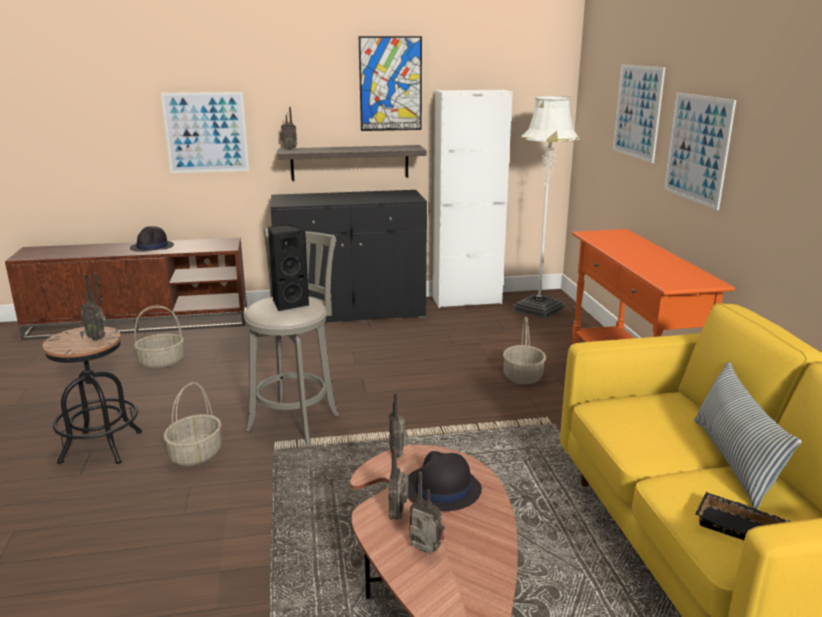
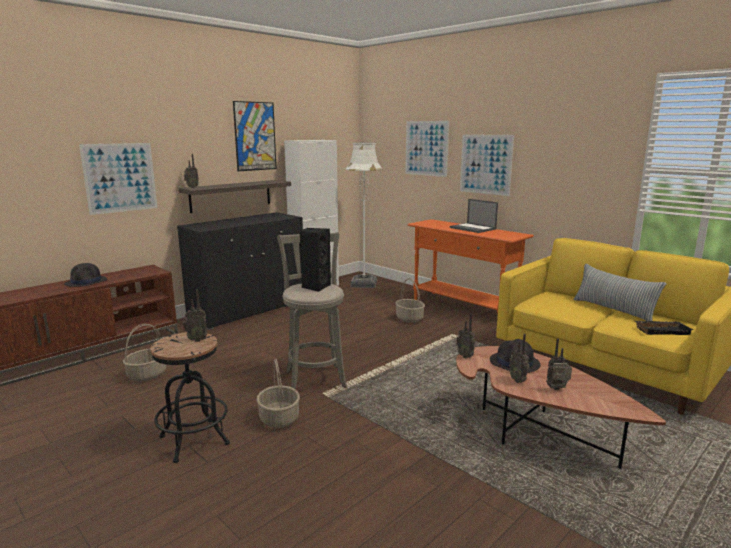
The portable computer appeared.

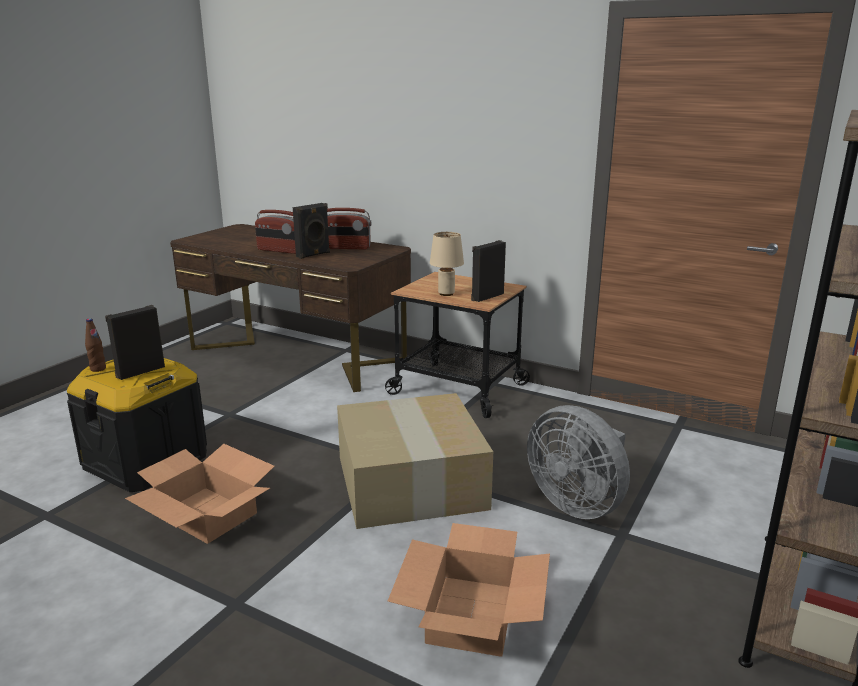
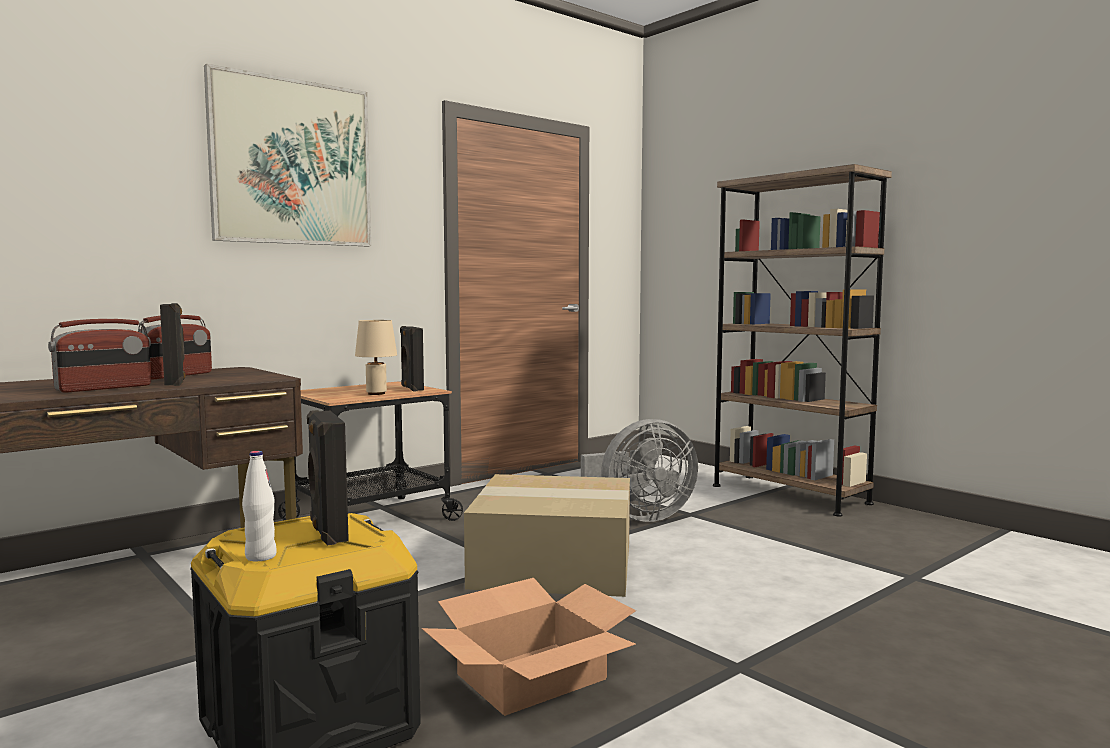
The wall picture appeared. The drink bottle (brownish) became the drink bottle (white-coloured). The packing box (3rd from left) disappeared.

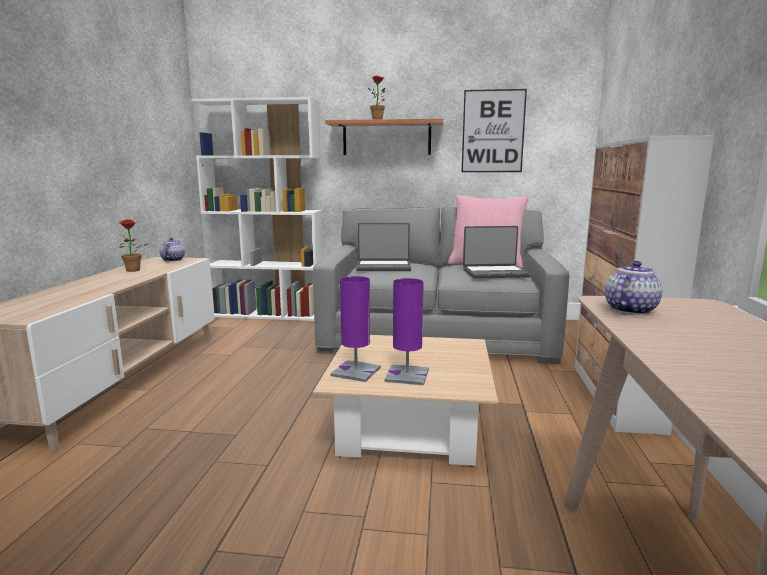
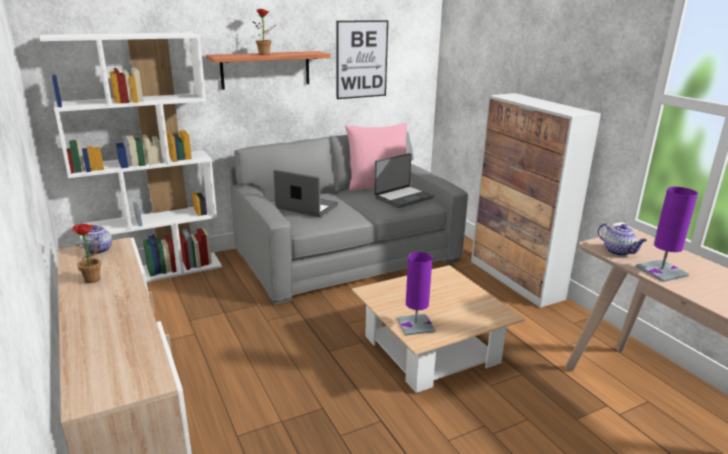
The portable computer (1st from left) turned 120 degrees counterclockwise. The tea pot (2nd from left) turned 135 degrees clockwise. The tabletop lamp (purplish) (2nd from left) moved.

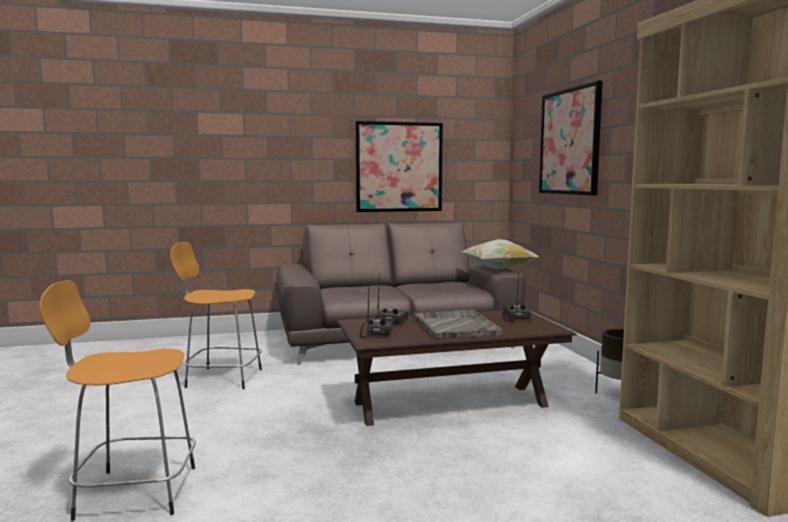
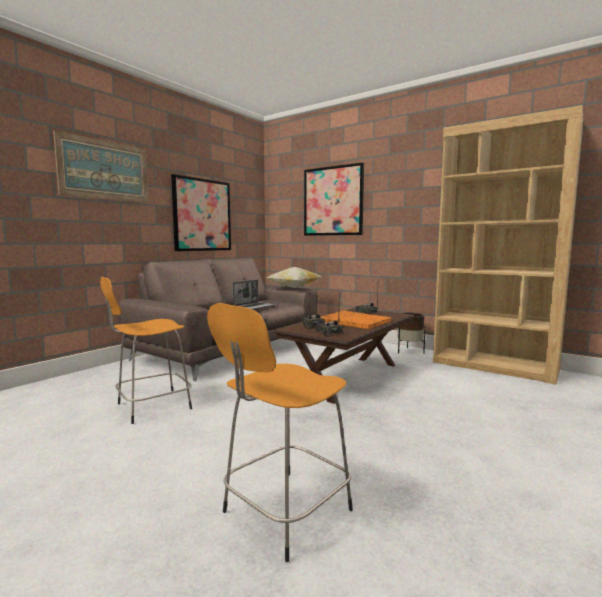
The wall picture (1st from left) appeared. The portable computer appeared. The serving tray (grey) became the serving tray (orangey).

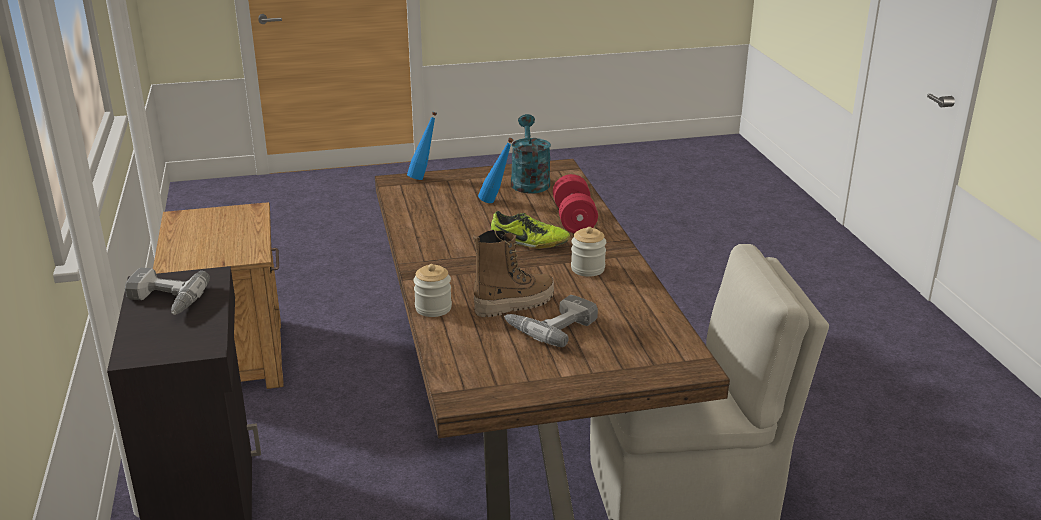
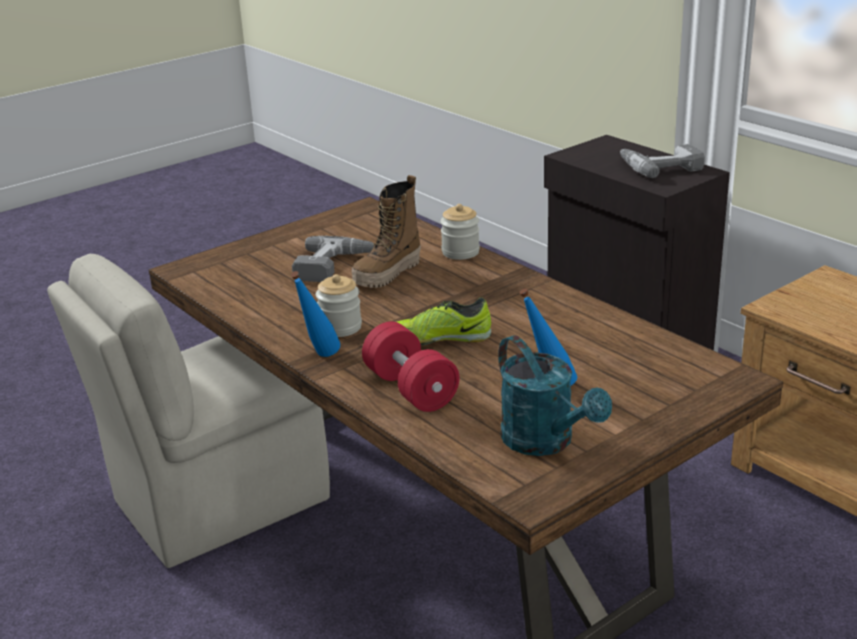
The drink bottle (blue) (1st from left) moved.

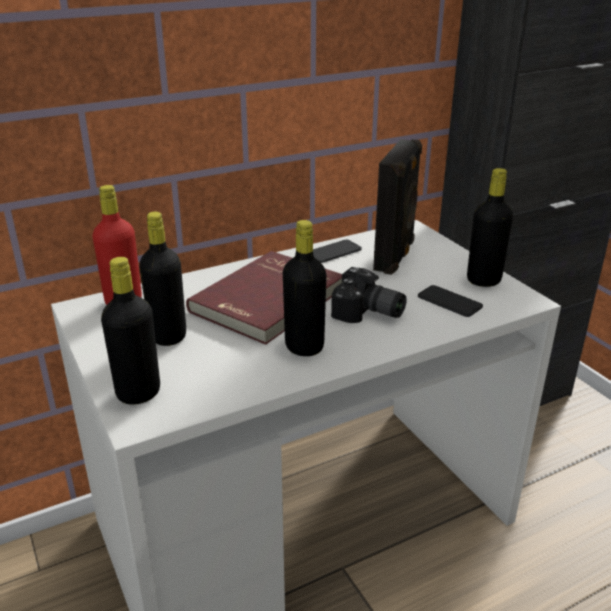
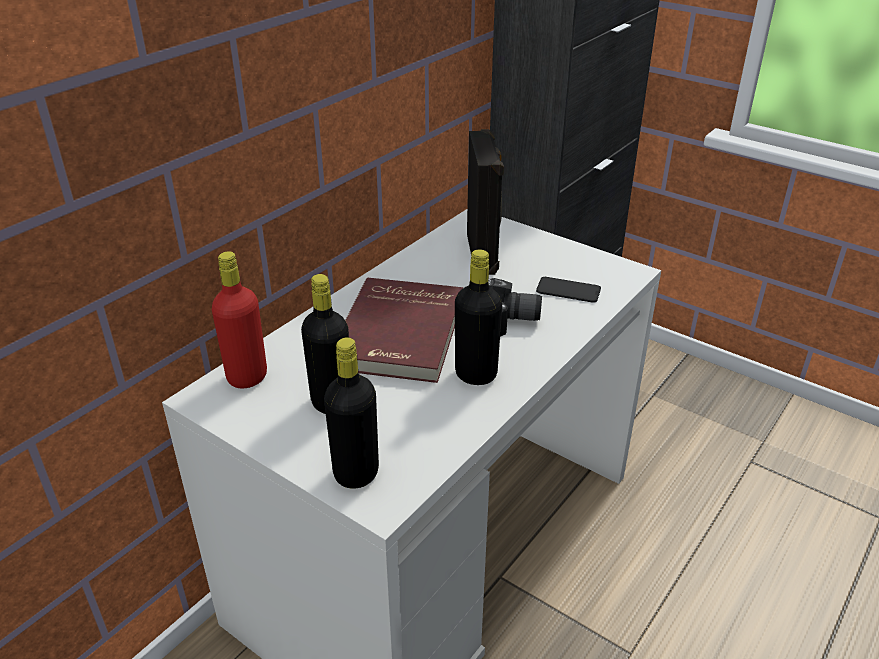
The telephone (1st from left) disappeared. The drink bottle (black-coloured) (4th from left) disappeared.

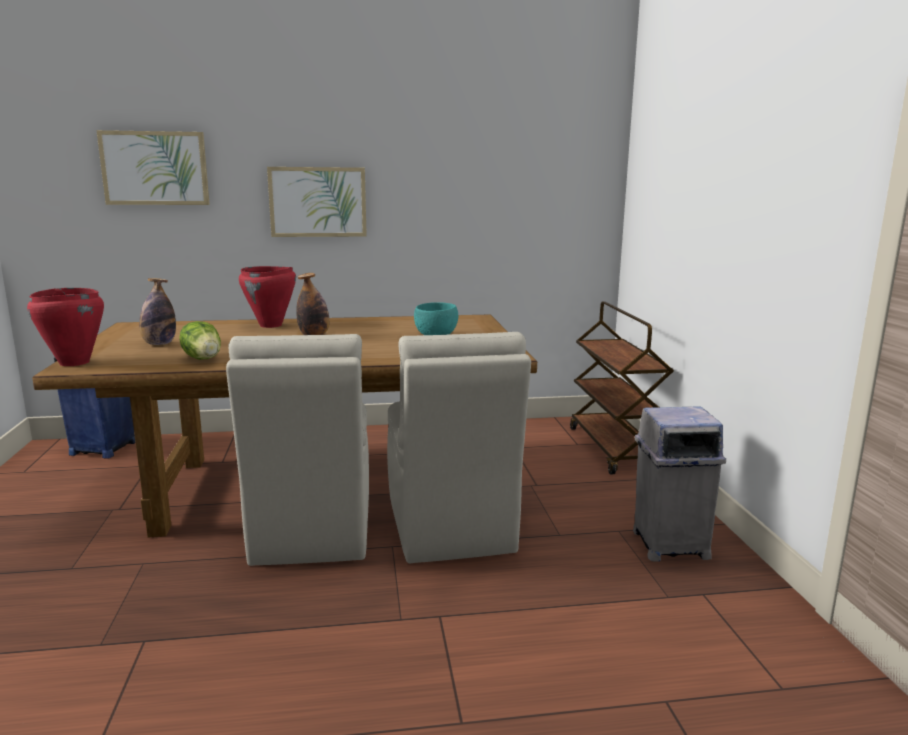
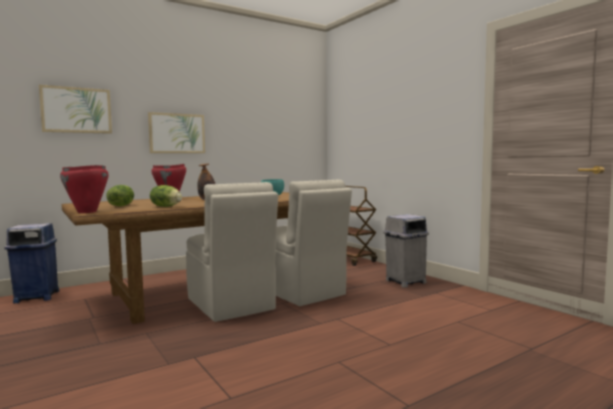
The drink bottle (1st from left) was replaced by the lettuce (1st from left).

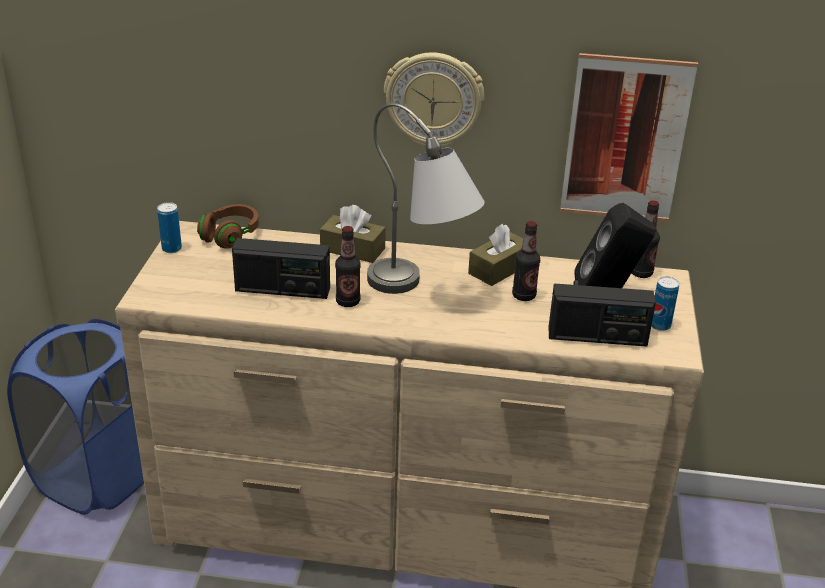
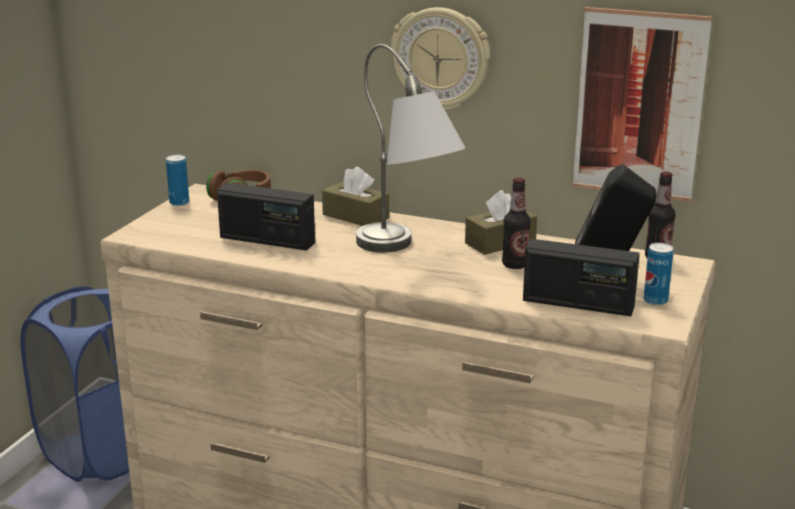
The drink bottle (1st from left) disappeared.

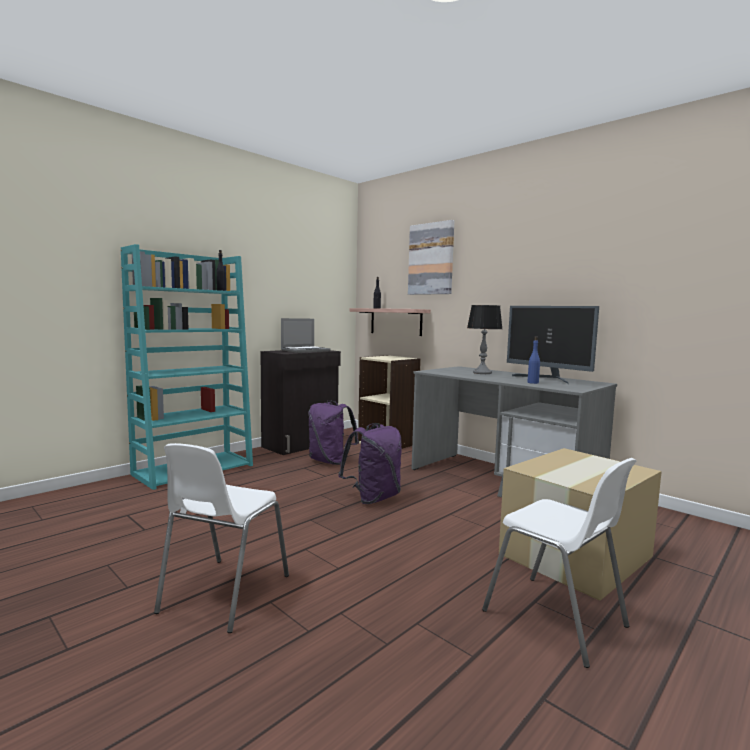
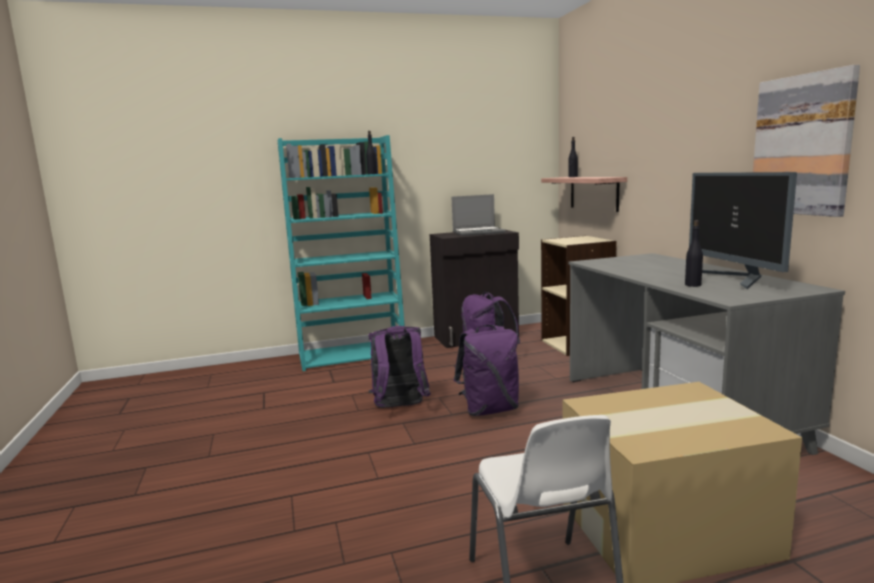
The knapsack (purplish) (1st from left) appeared. The drink bottle (blue) became the drink bottle (black-coloured) (3rd from left). The wall picture moved. The upright chair (white-coloured) (1st from left) disappeared. The tabletop lamp disappeared.

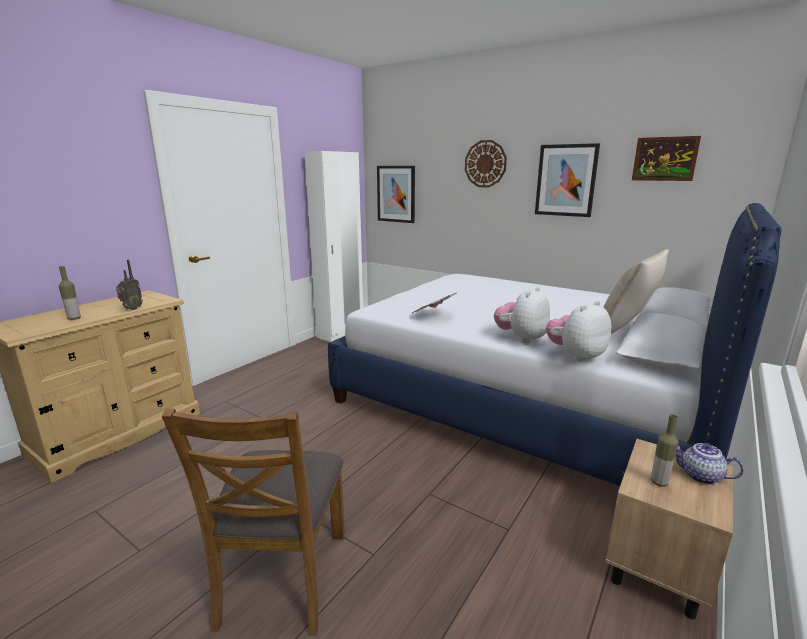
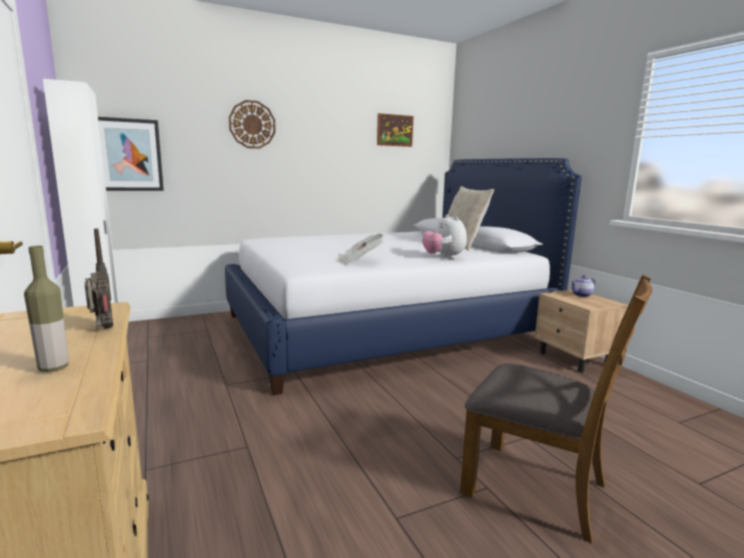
The wall picture (2nd from left) disappeared. The plush toy (2nd from left) disappeared. The drink bottle (2nd from left) disappeared.

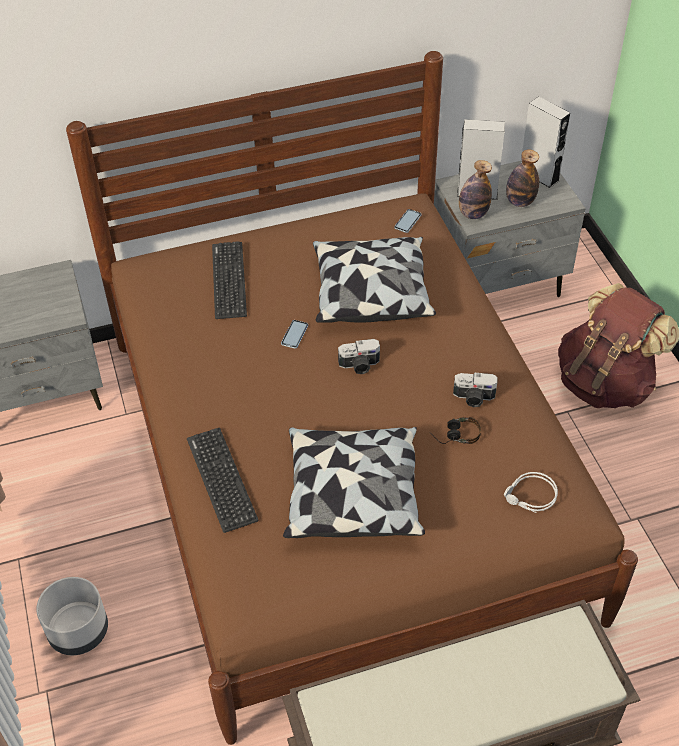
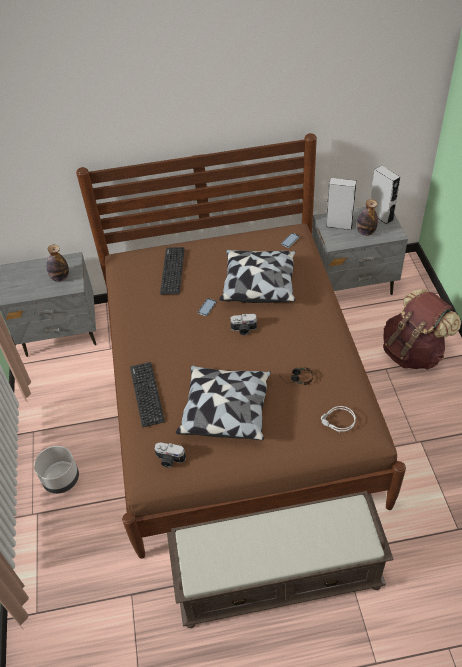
The drink bottle (1st from left) moved. The photo camera (2nd from left in the first image) moved.

